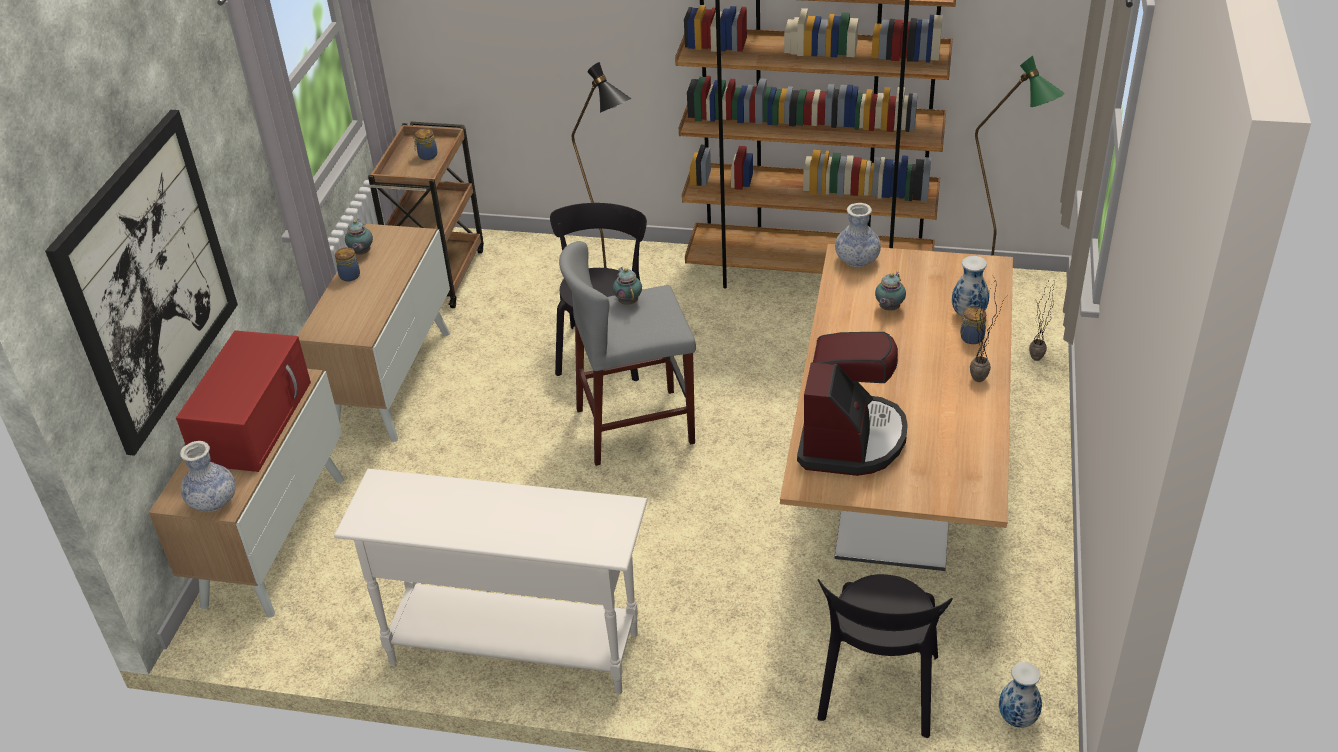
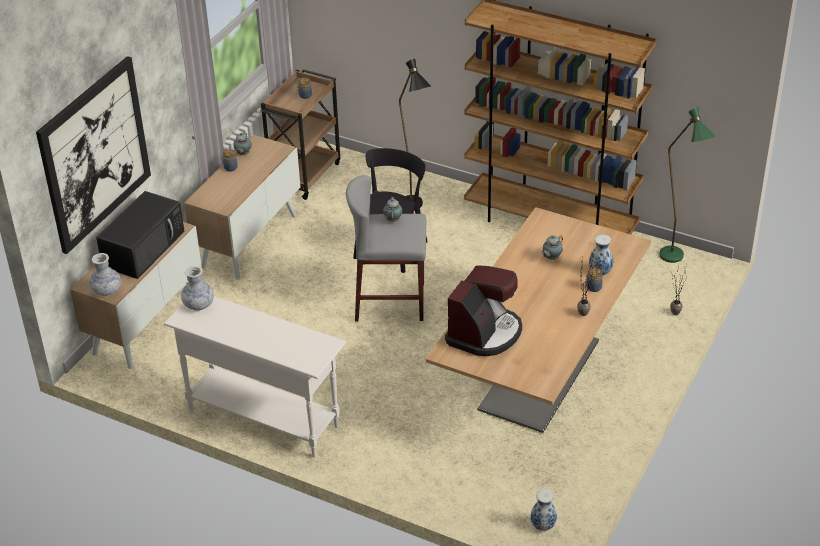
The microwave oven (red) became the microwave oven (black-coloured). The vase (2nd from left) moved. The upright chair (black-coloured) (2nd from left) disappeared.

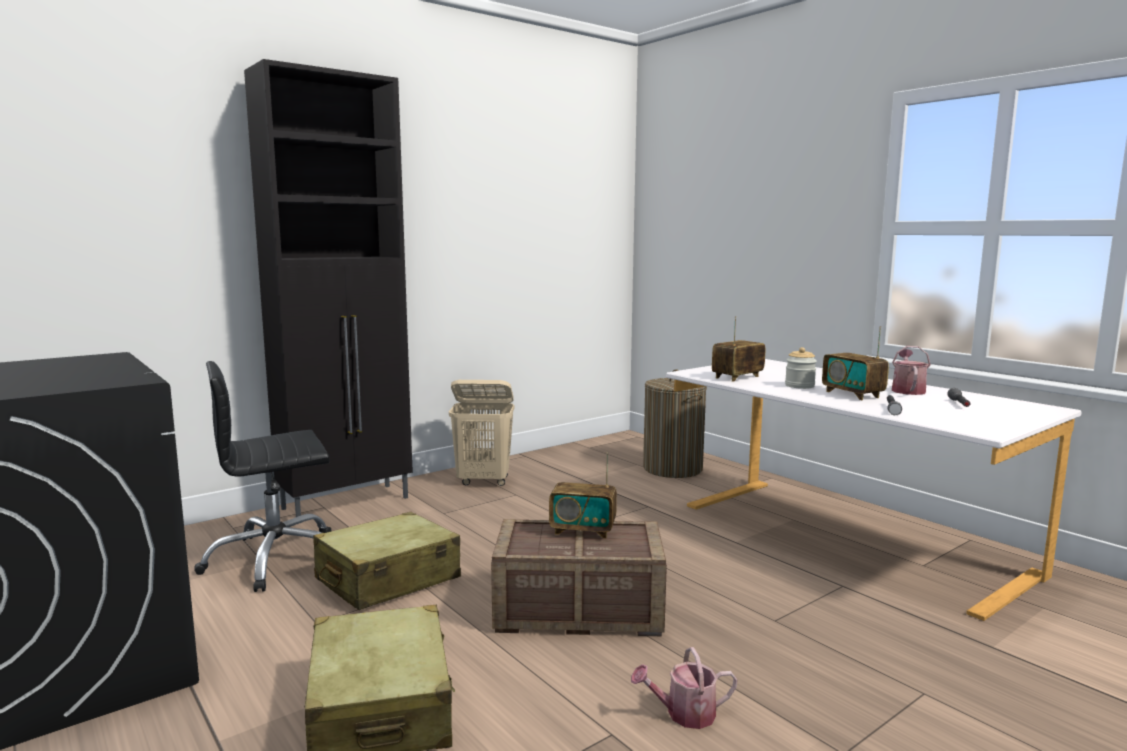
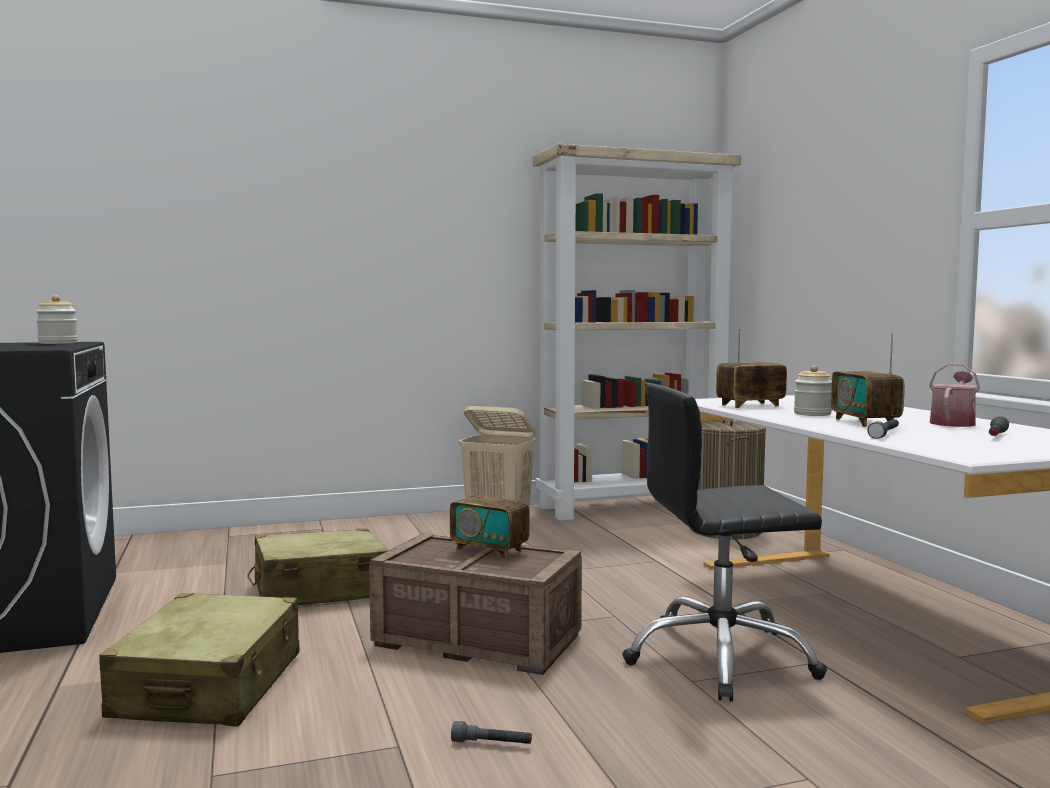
The jar (1st from left) appeared. The watering pot (1st from left) was replaced by the hand torch (grey) (1st from left). The bookshelf (beige-coloured) appeared. The desk chair (black-coloured) moved. The storage cabinet (black-coloured) disappeared.

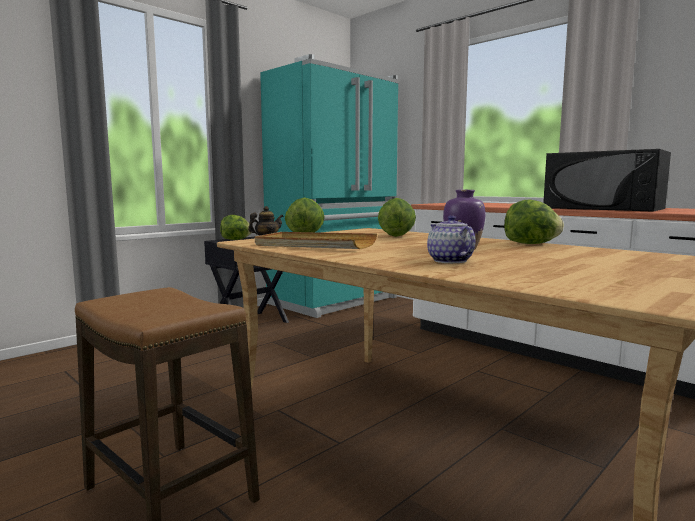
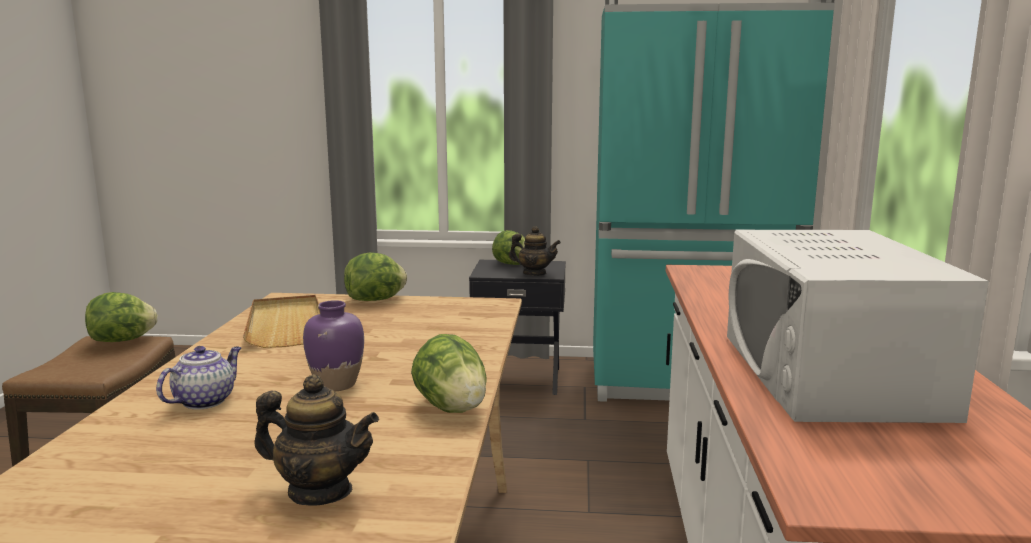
The lettuce (3rd from left in the first image) moved. The tea pot (2nd from left) appeared. The microwave oven (black-coloured) became the microwave oven (white-coloured).

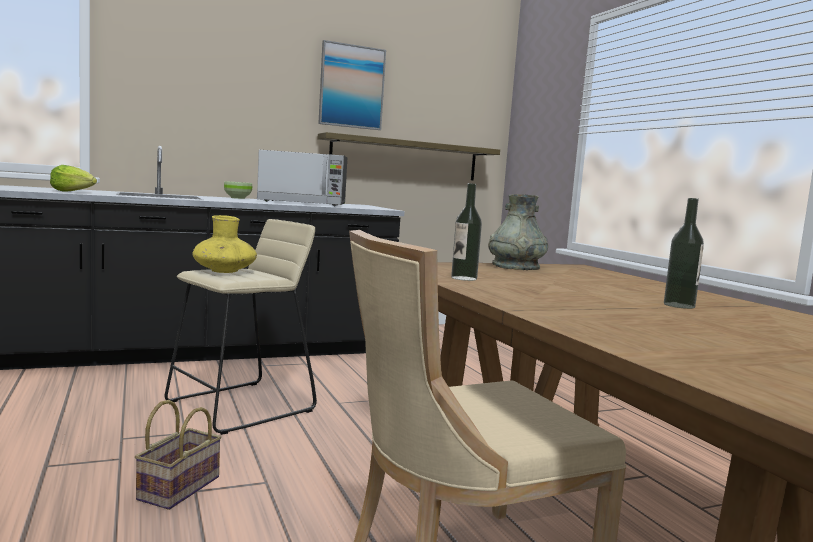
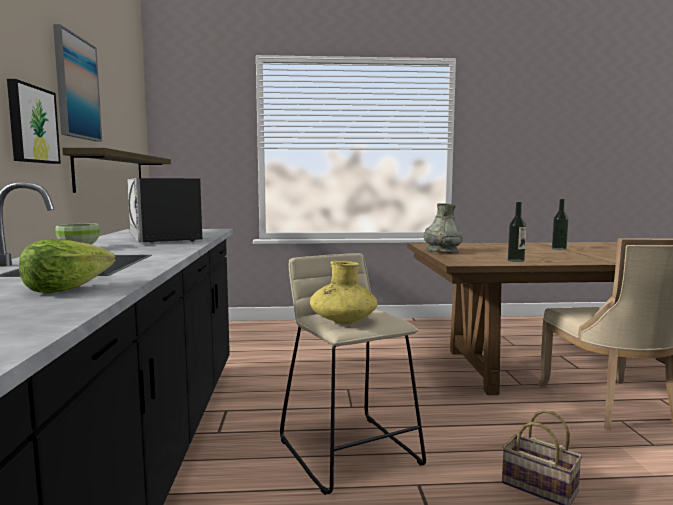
The wall picture (1st from left) appeared. The microwave oven turned 135 degrees clockwise.

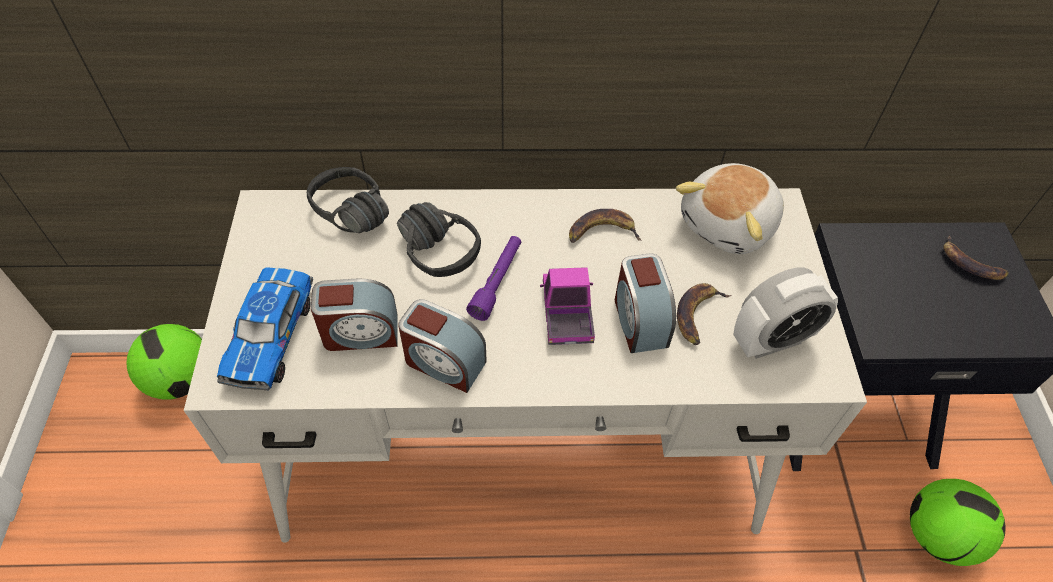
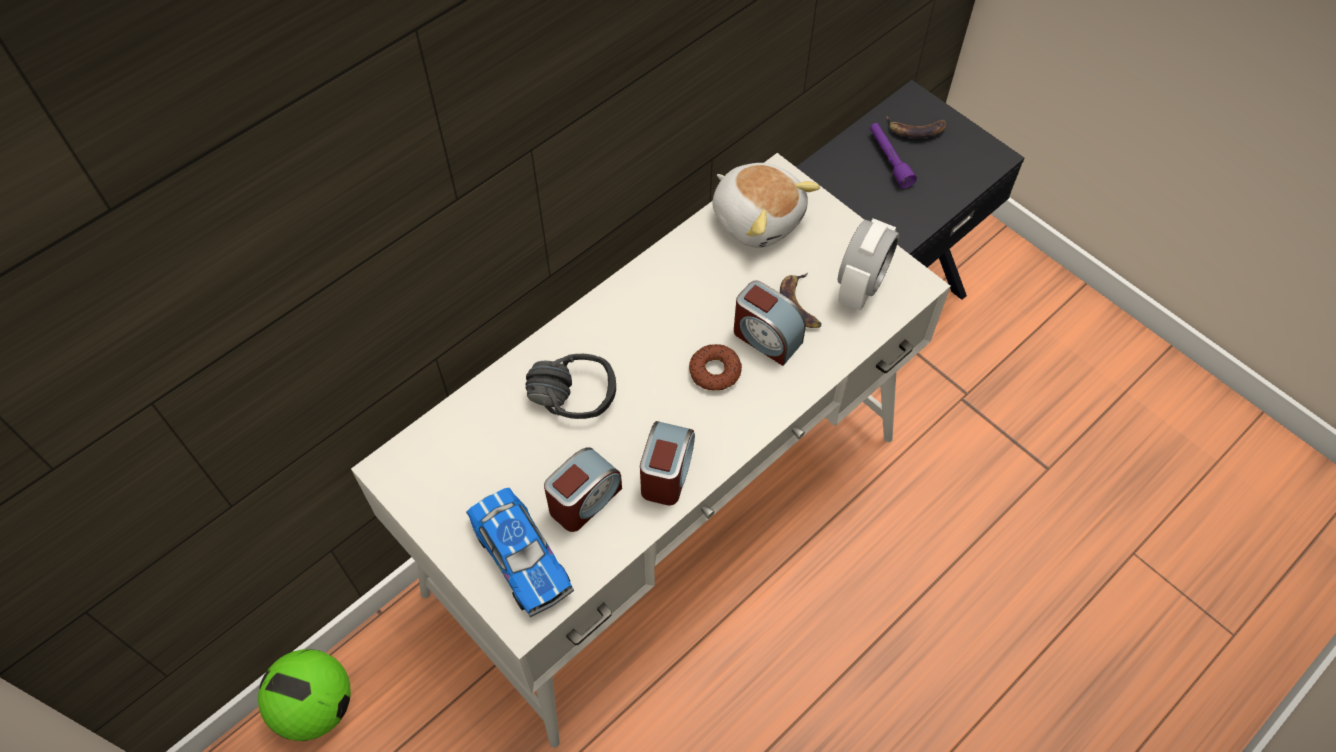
The alarm clock (2nd from left) turned 60 degrees counterclockwise. The toy truck was replaced by the doughnut. The plush toy turned 45 degrees counterclockwise. The hand torch (purplish) moved. The pair of headphones (black-coloured) (1st from left) disappeared. The banana (1st from left) disappeared. The football (2nd from left) disappeared.

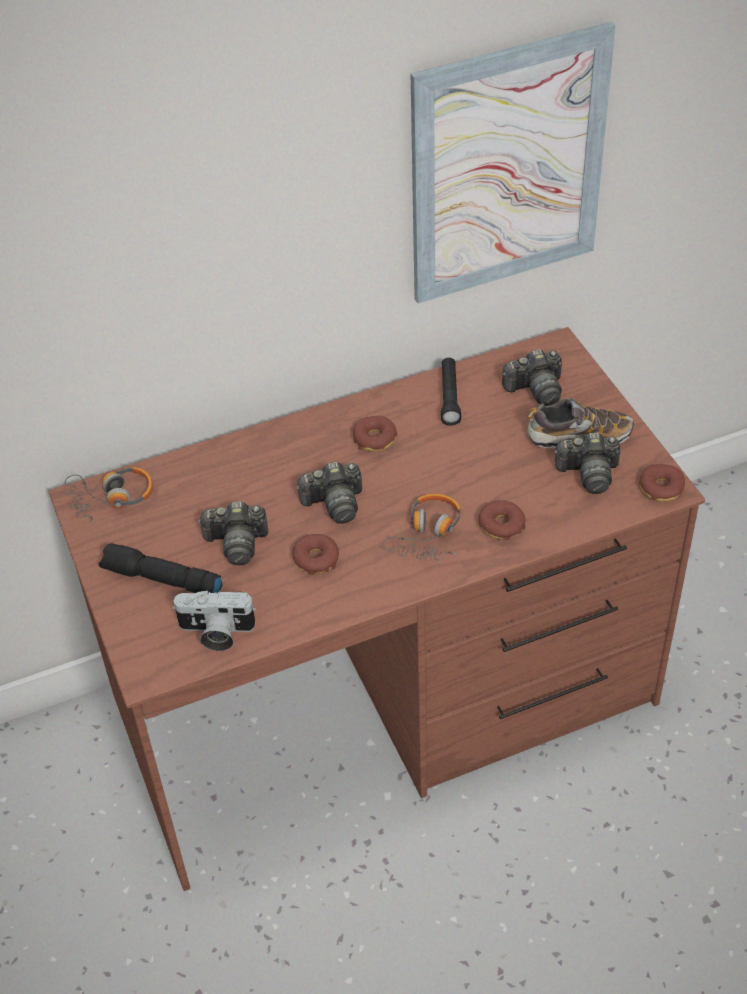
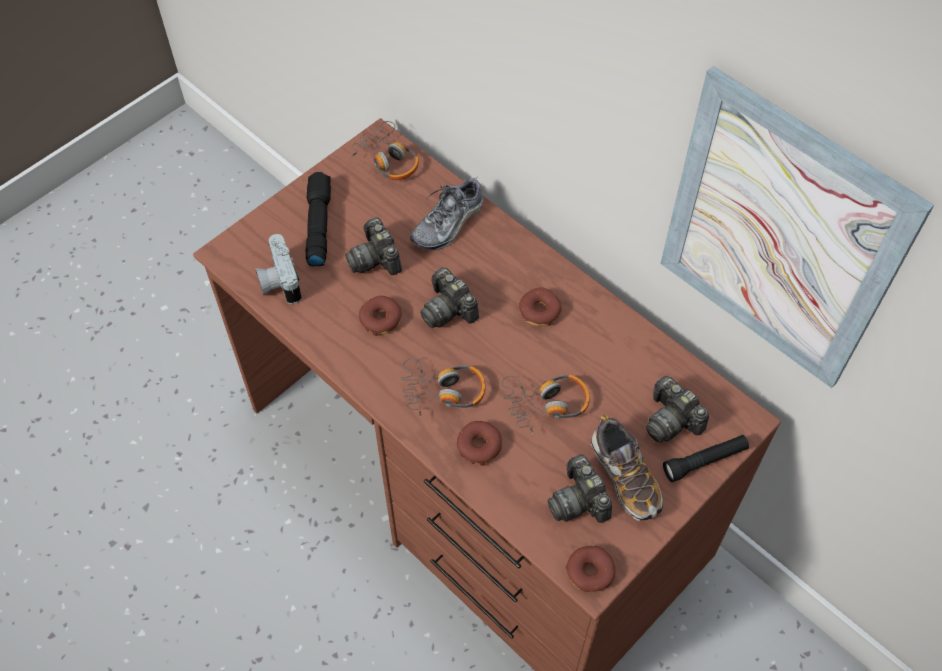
The item of footwear (1st from left) appeared. The pair of headphones (3rd from left) appeared. The hand torch (black-coloured) (2nd from left) moved.

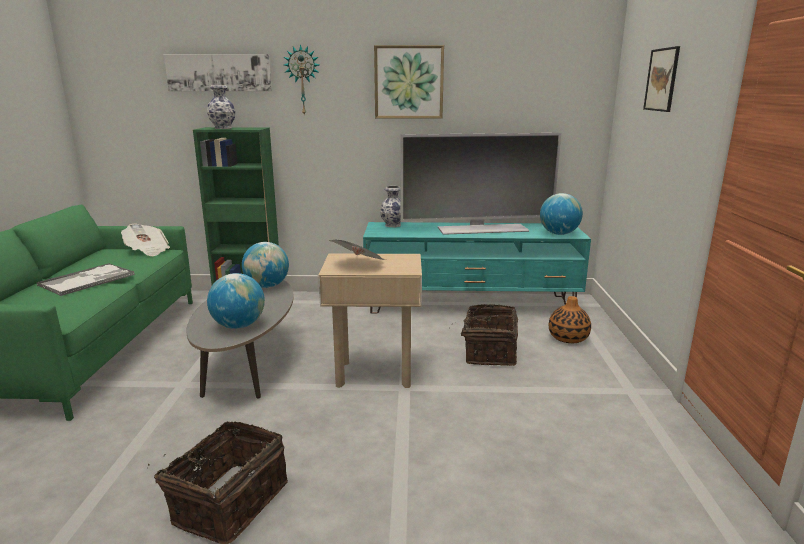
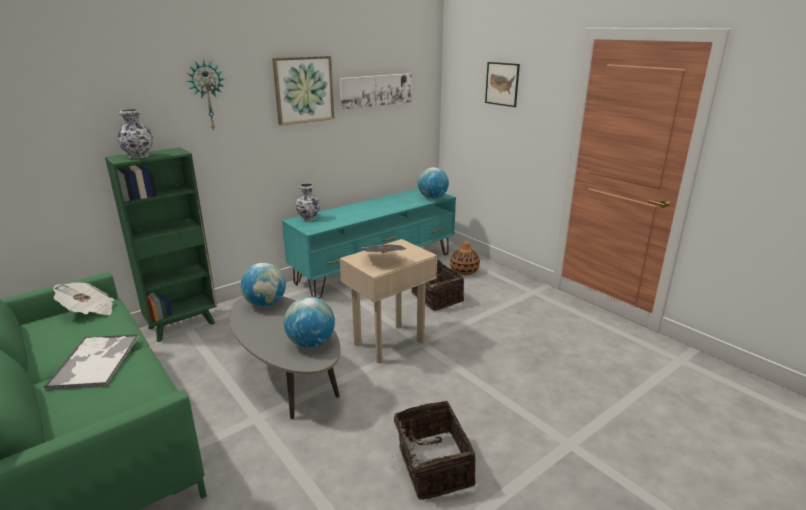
The wall picture (1st from left in the first image) moved. The television disappeared.

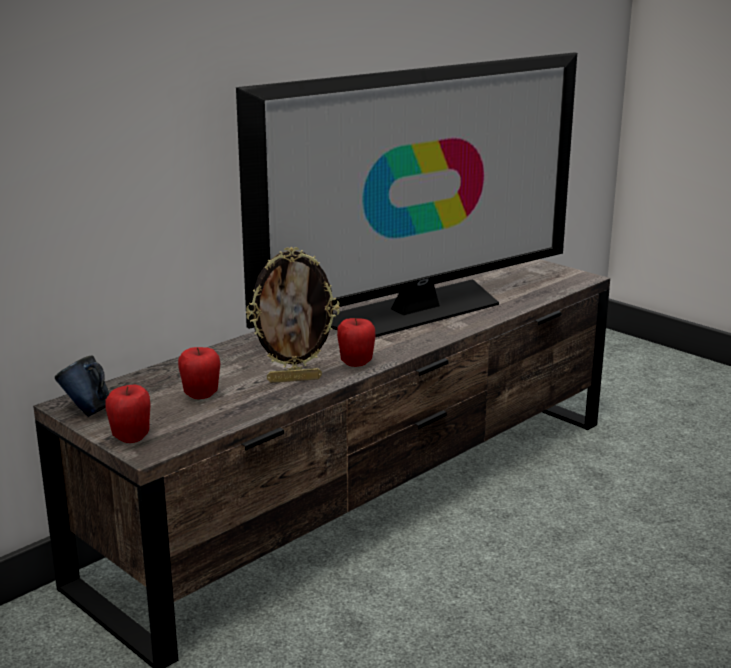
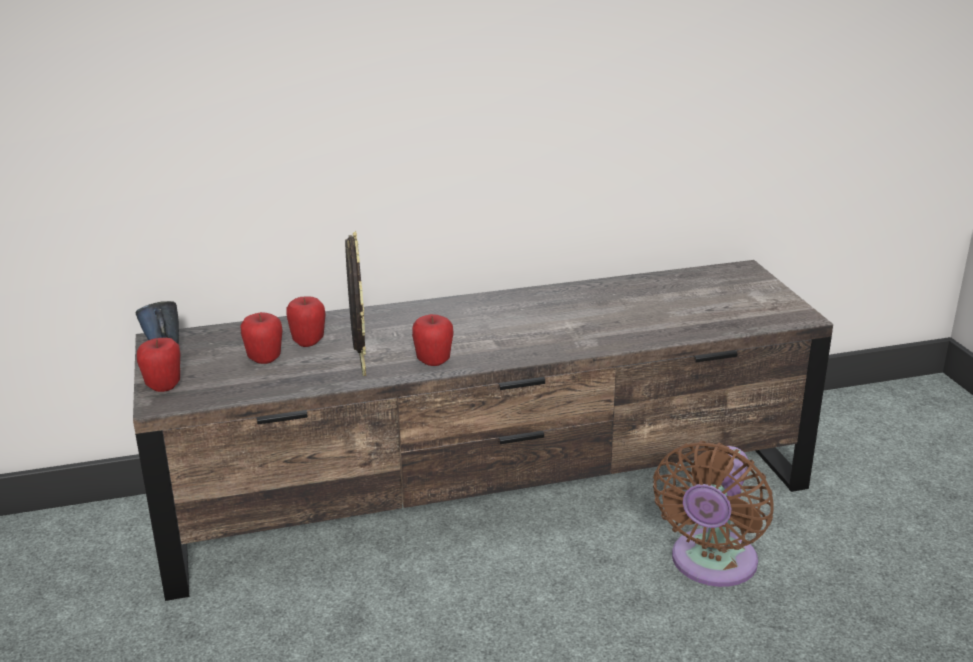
The whole apple (3rd from left) appeared. The photo frame turned 120 degrees counterclockwise. The cooling fan (brownish) appeared. The television disappeared.

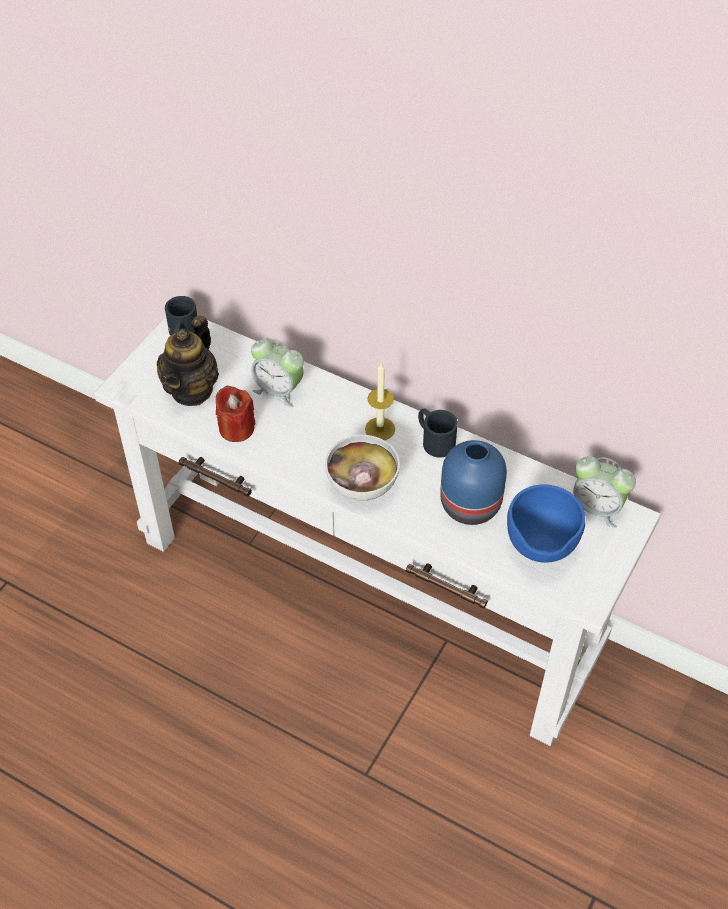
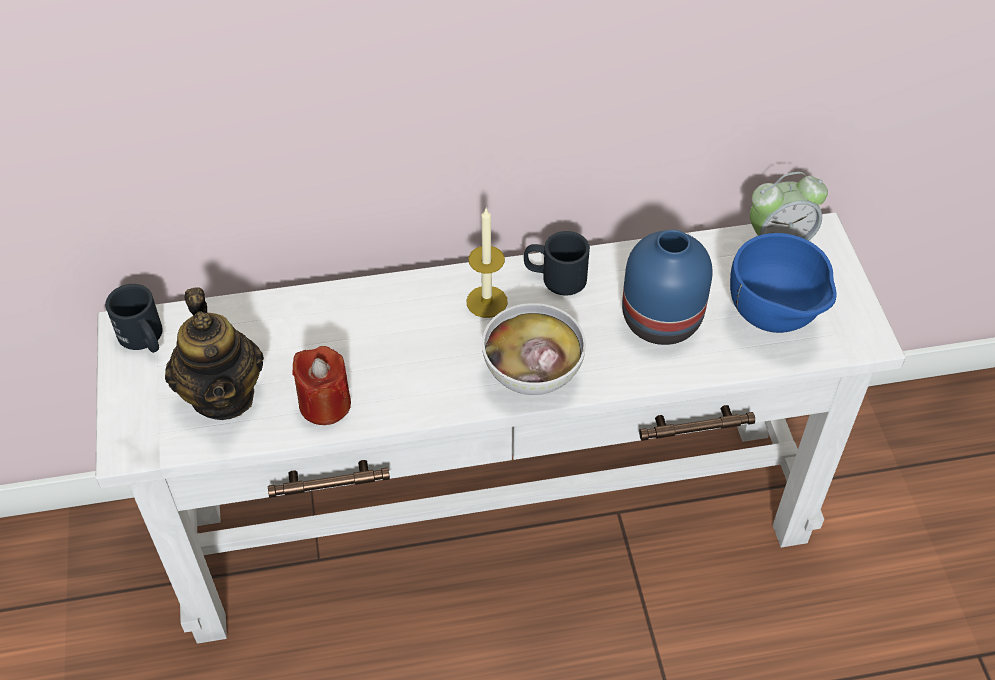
The alarm clock (1st from left) disappeared.

